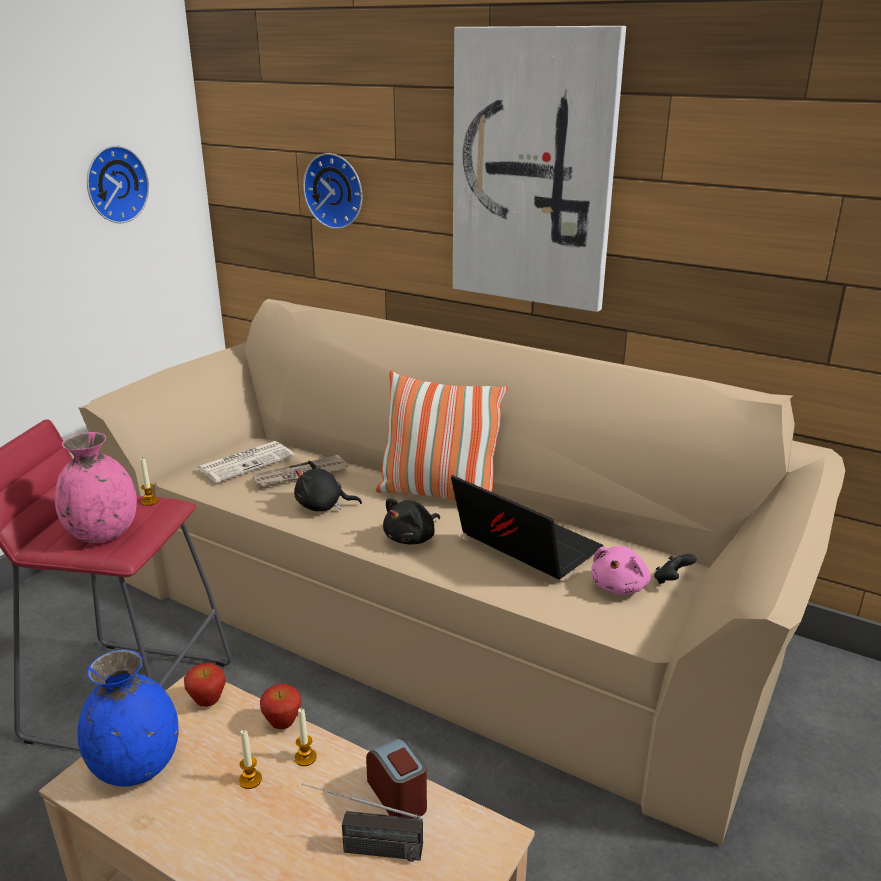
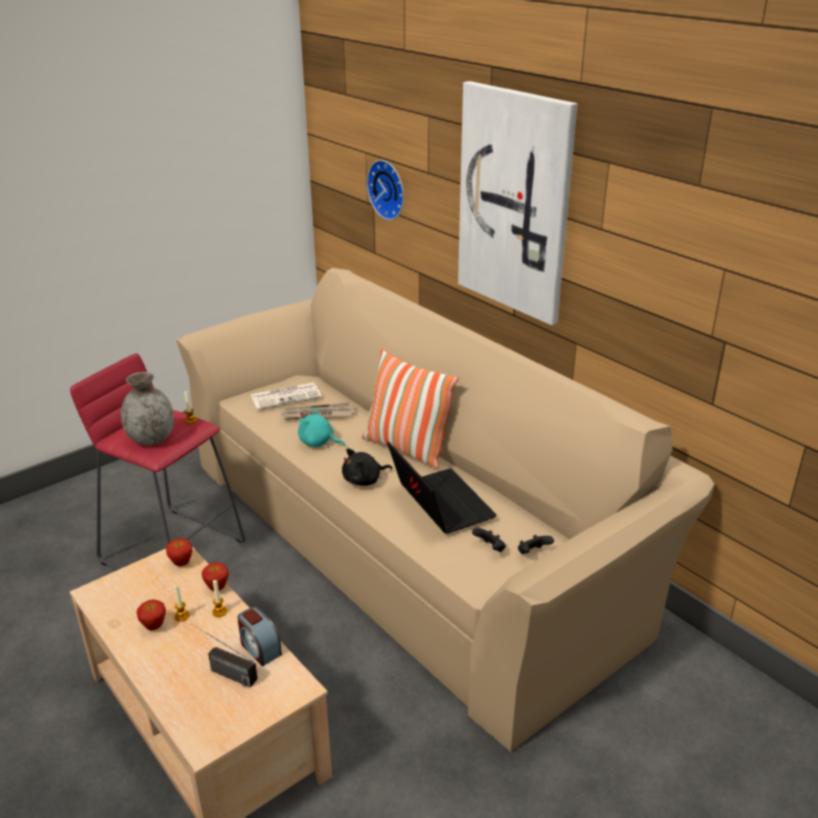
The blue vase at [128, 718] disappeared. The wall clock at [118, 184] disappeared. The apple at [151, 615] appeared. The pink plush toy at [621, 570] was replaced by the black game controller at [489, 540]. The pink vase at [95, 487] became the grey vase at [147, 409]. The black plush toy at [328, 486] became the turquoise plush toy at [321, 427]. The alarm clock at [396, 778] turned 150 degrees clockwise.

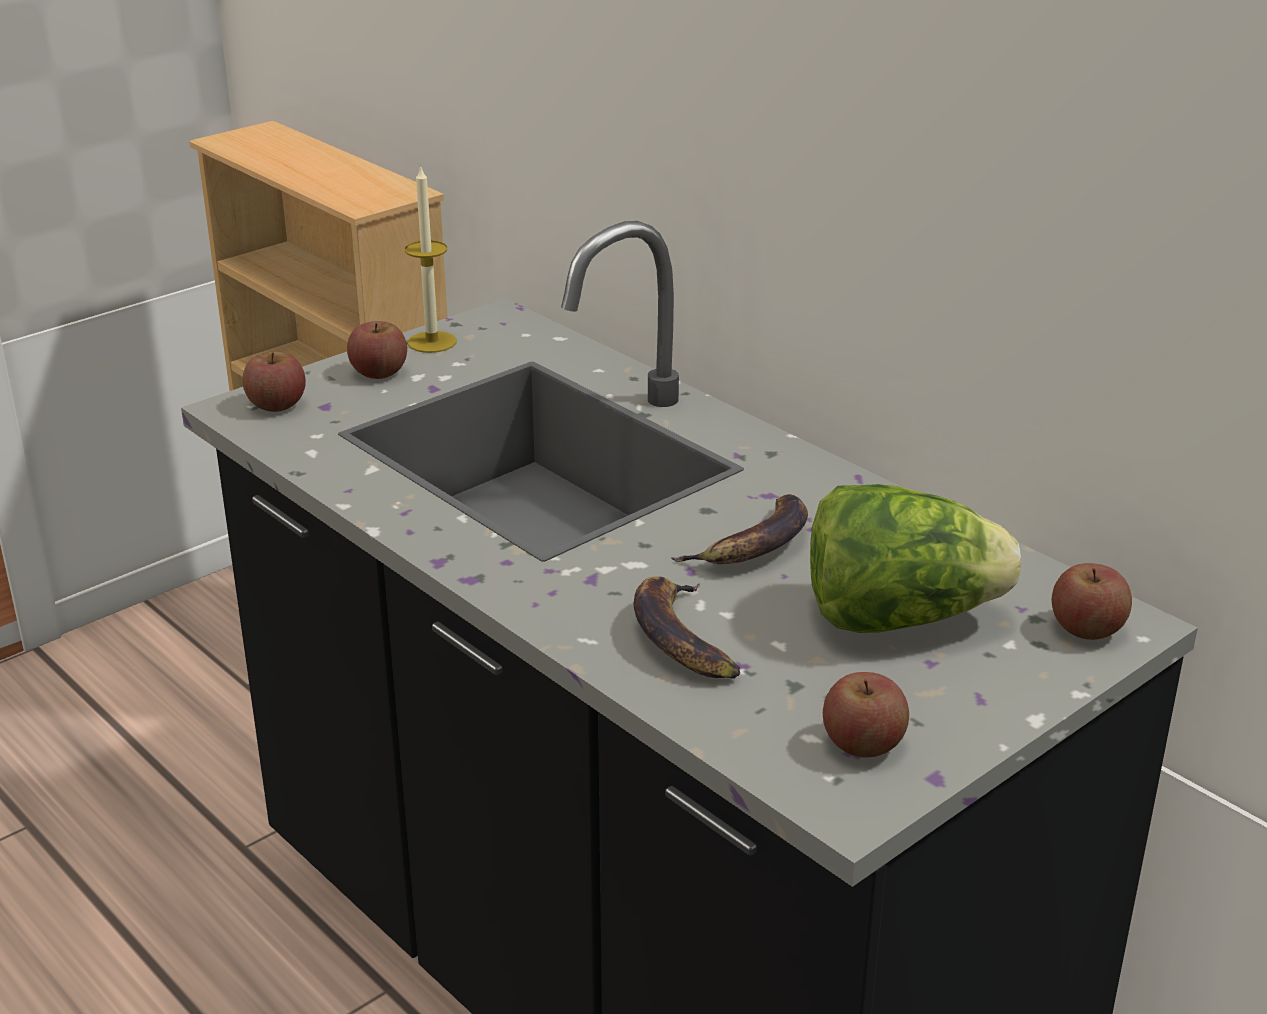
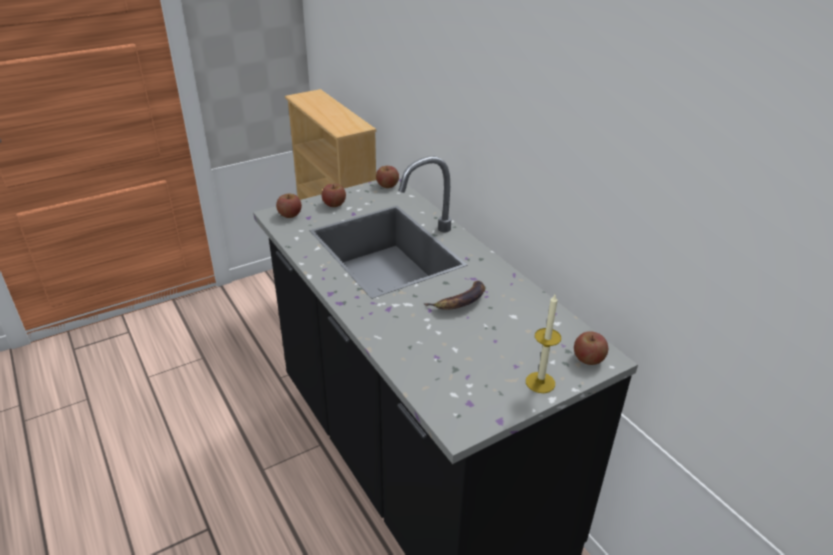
The banana at [687, 627] disappeared. The lettuce at [915, 558] disappeared. The candle moved from [431, 259] to [543, 344]. The apple moved from [866, 714] to [387, 177].

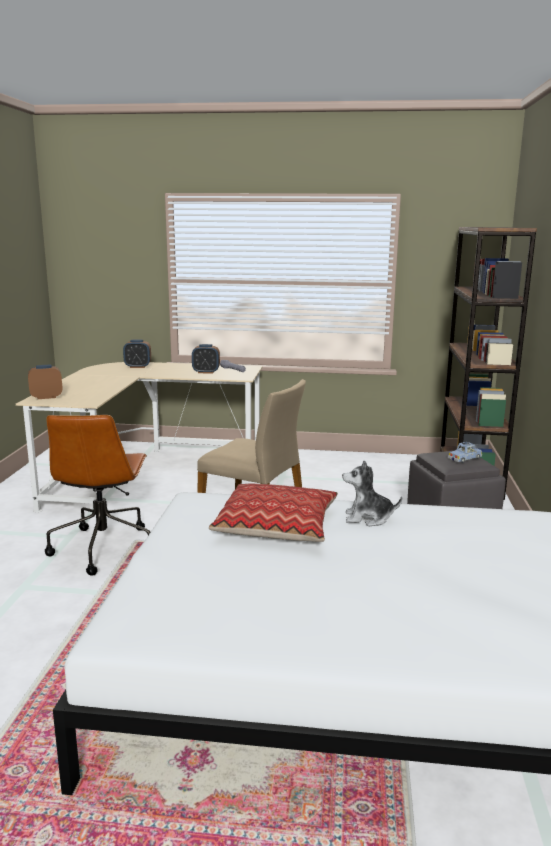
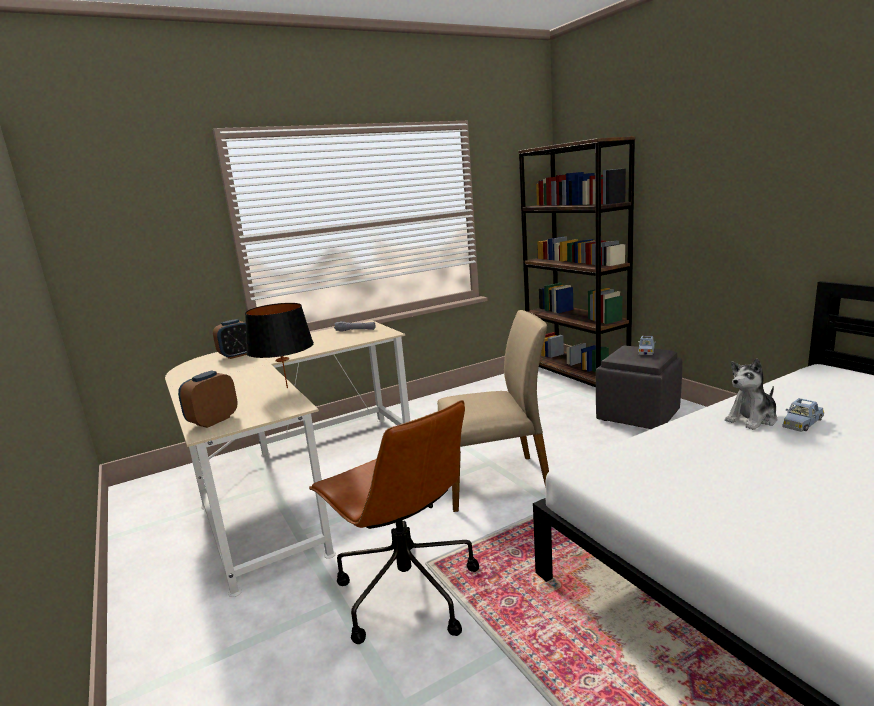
The alarm clock at [206, 359] disappeared. The pillow at [273, 513] disappeared. The black table lamp at [279, 345] appeared. The blue toy car at [803, 415] appeared.

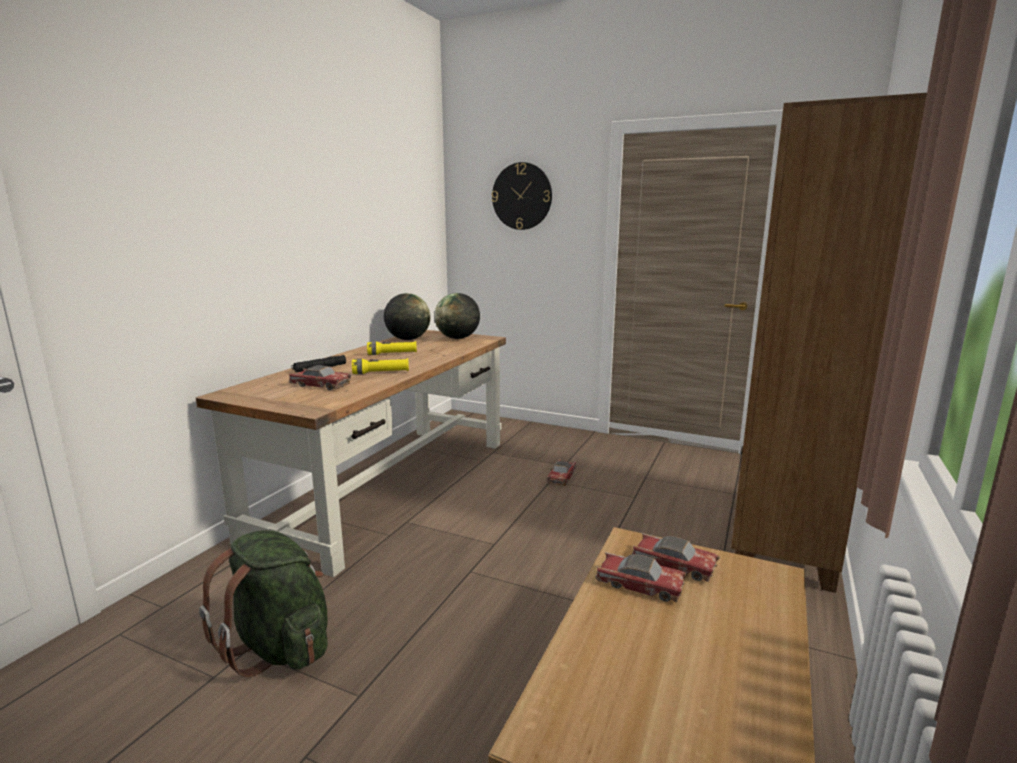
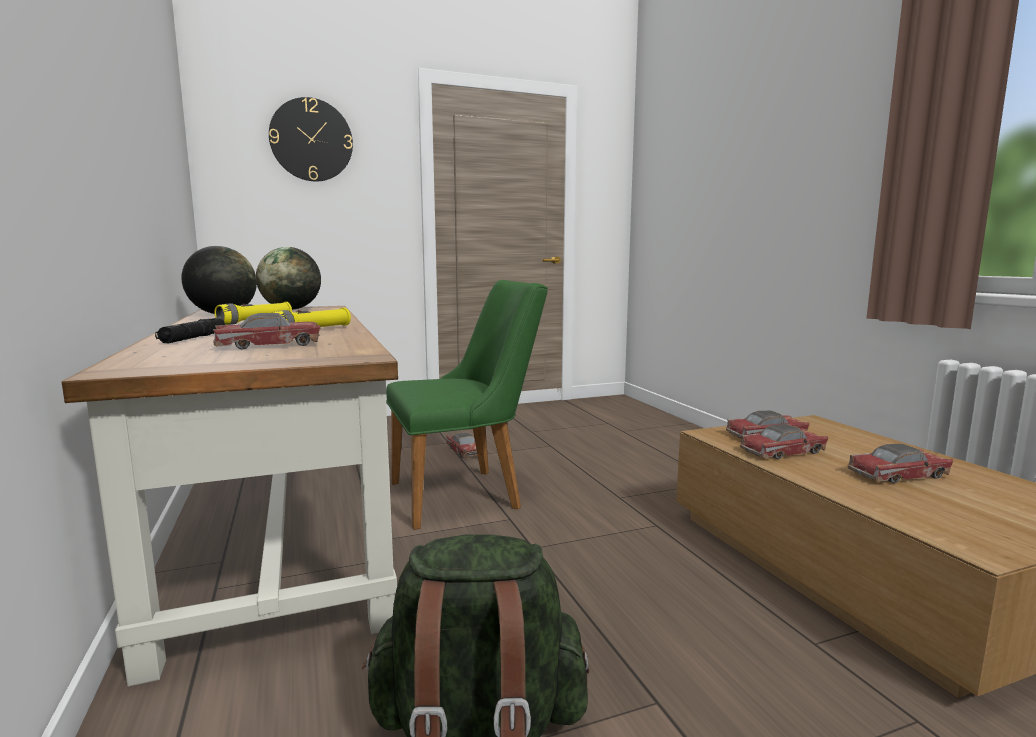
The brown bookcase at [829, 343] disappeared. The green chair at [467, 405] appeared. The toy car at [900, 463] appeared.

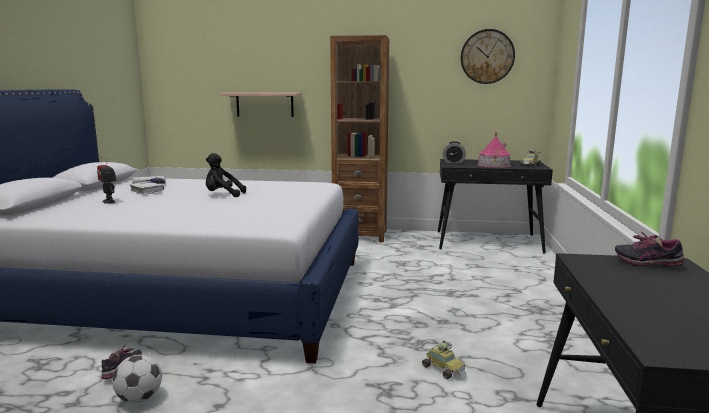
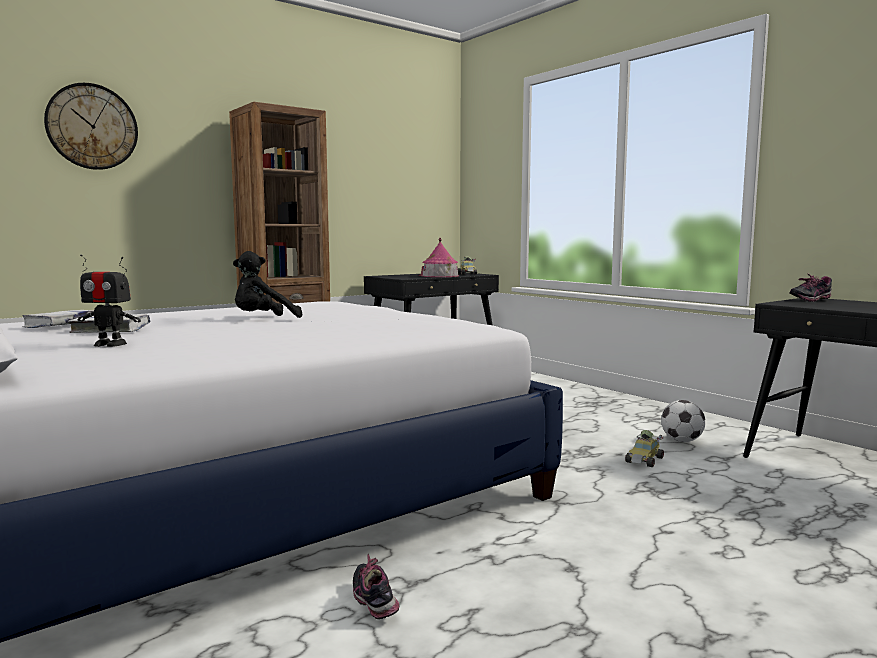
The shelf at [260, 105] disappeared. The alarm clock at [454, 152] disappeared. The football moved from [137, 379] to [683, 421]. The wall clock moved from [488, 56] to [91, 126]. The toy car at [444, 360] turned 120 degrees clockwise.

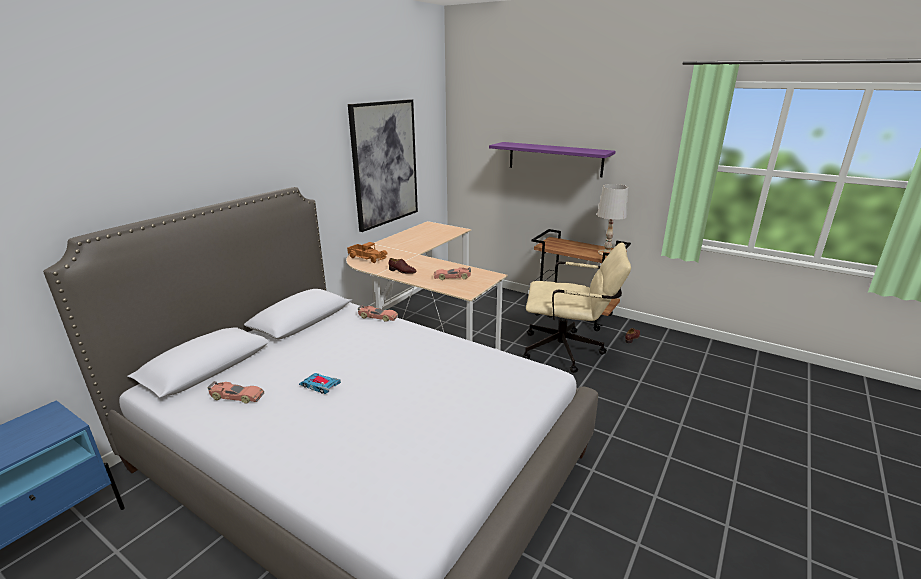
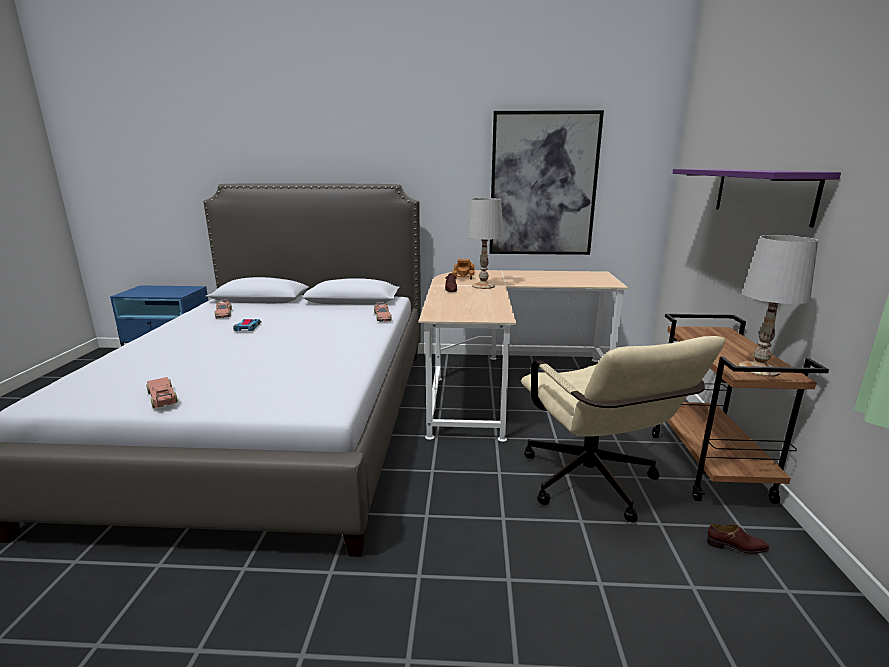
The white table lamp at [485, 243] appeared. The toy car moved from [452, 273] to [162, 392].

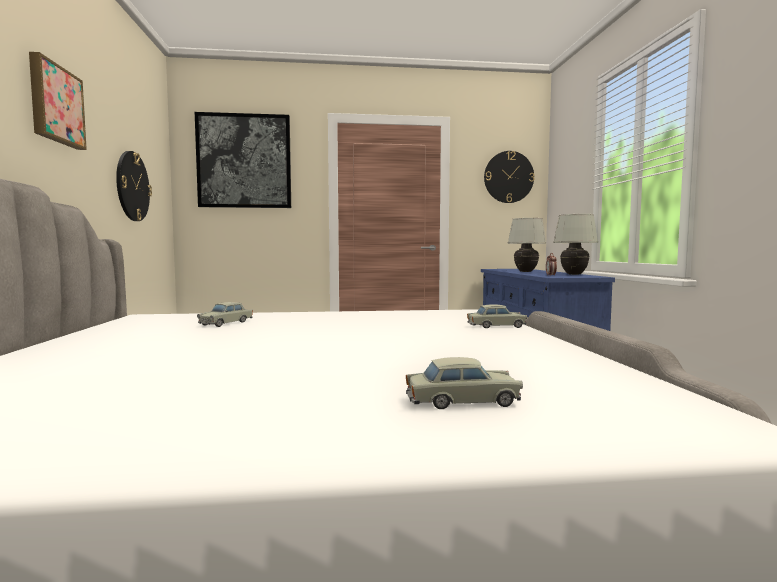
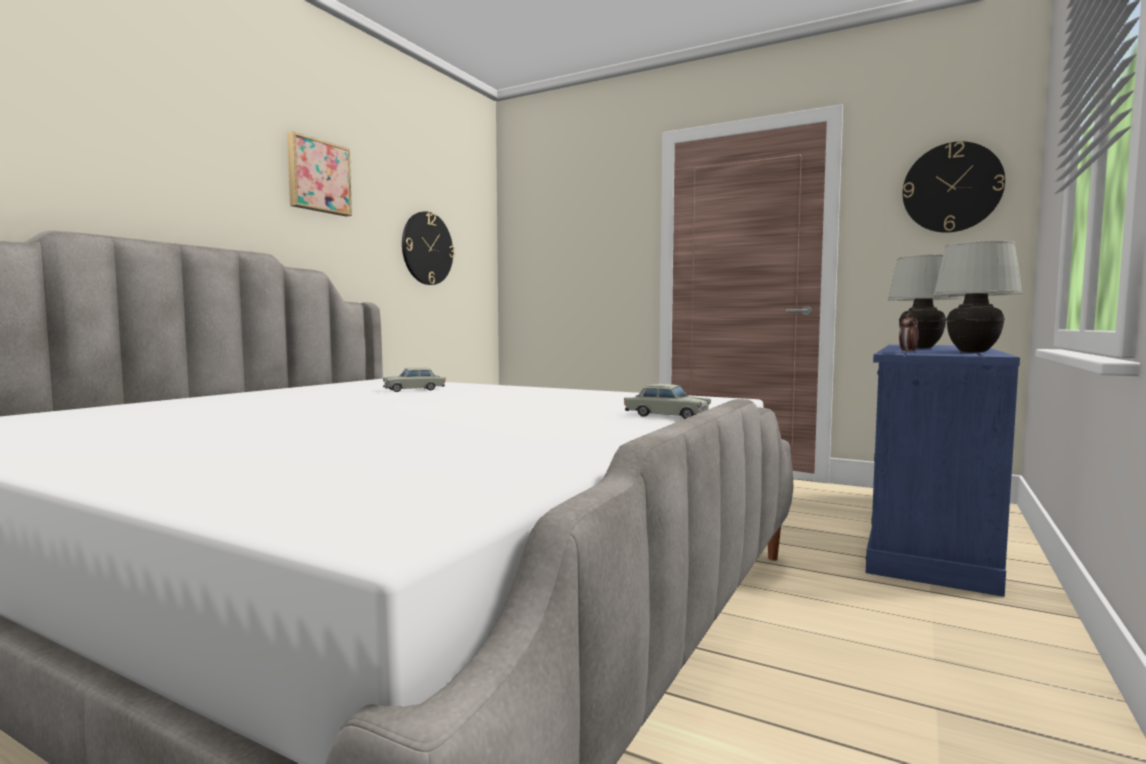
The picture at [243, 160] disappeared. The beige toy car at [464, 383] disappeared.

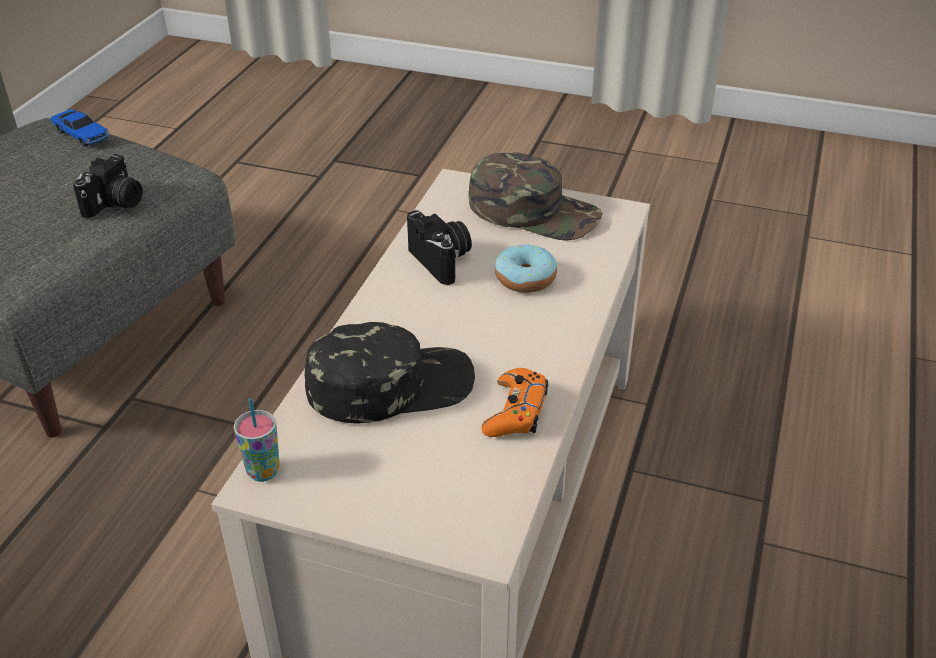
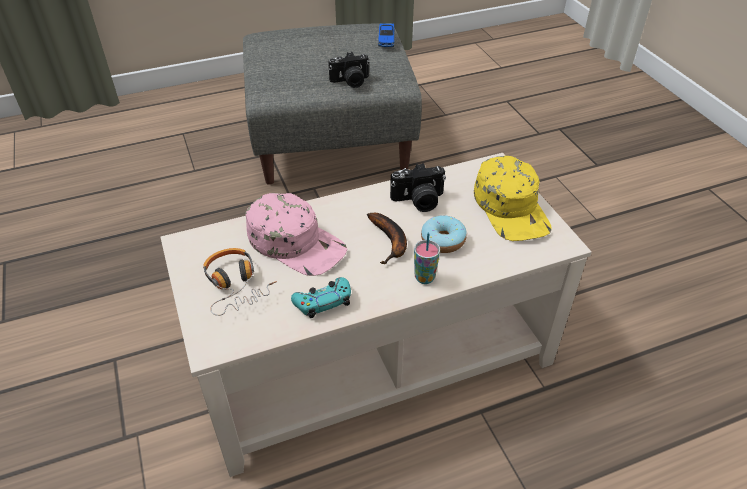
The headphones at [240, 282] appeared. The banana at [387, 238] appeared. The cup moved from [257, 440] to [427, 258]. The black cap at [390, 372] became the pink cap at [296, 234]. The green cap at [535, 196] became the yellow cap at [513, 198]. The orange game controller at [515, 402] became the turquoise game controller at [321, 297]. The photo camera at [439, 247] turned 60 degrees clockwise.

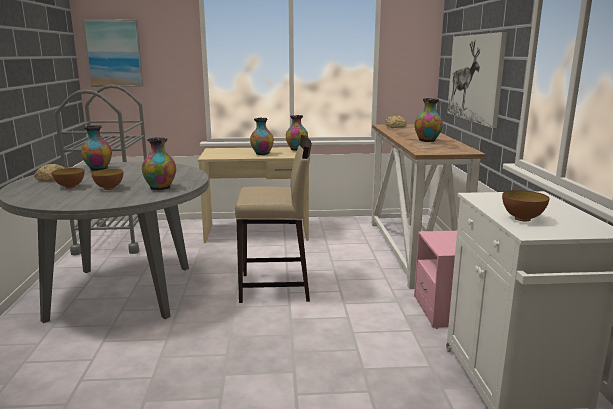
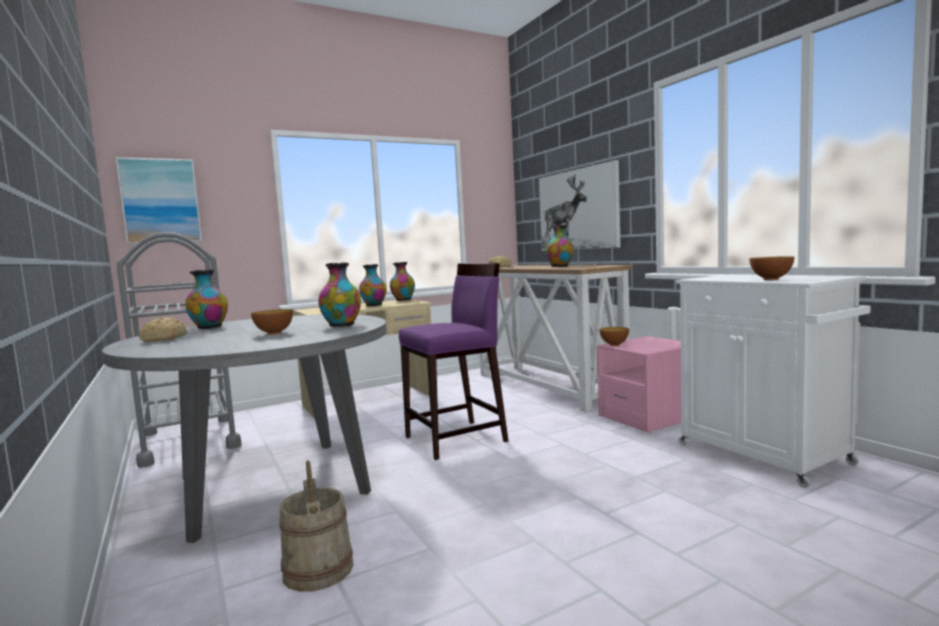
The beige bucket at [316, 526] appeared. The bowl moved from [68, 178] to [614, 336]. The beige stool at [273, 219] became the purple stool at [454, 361].

